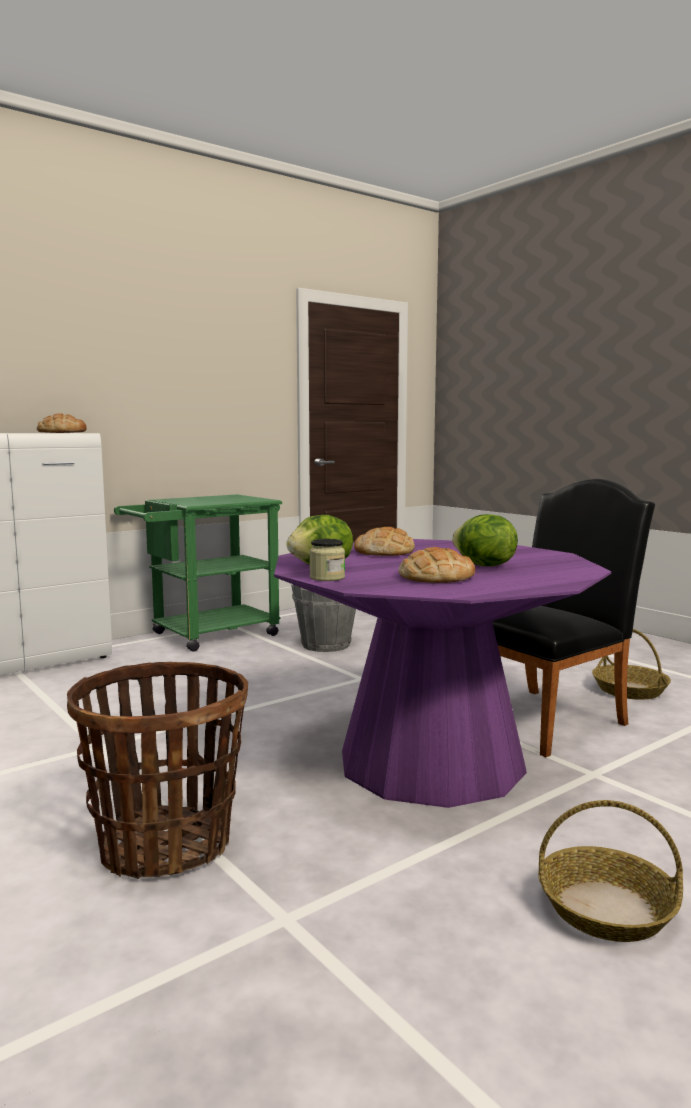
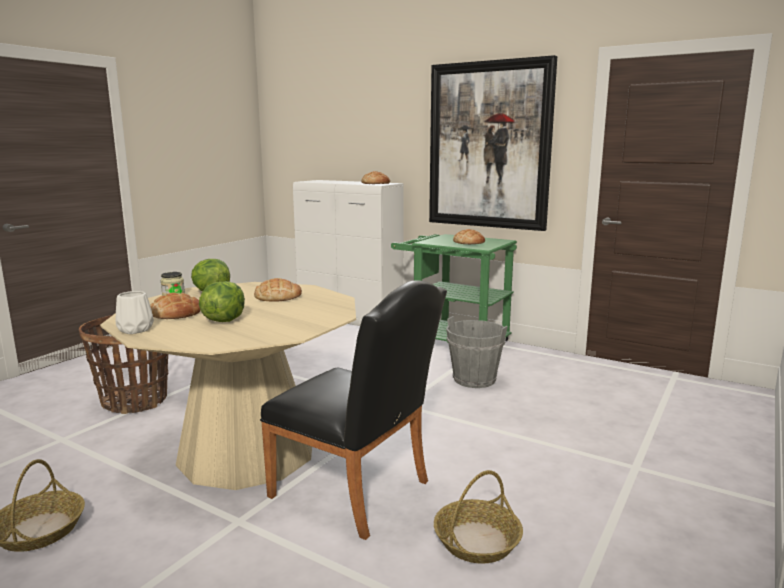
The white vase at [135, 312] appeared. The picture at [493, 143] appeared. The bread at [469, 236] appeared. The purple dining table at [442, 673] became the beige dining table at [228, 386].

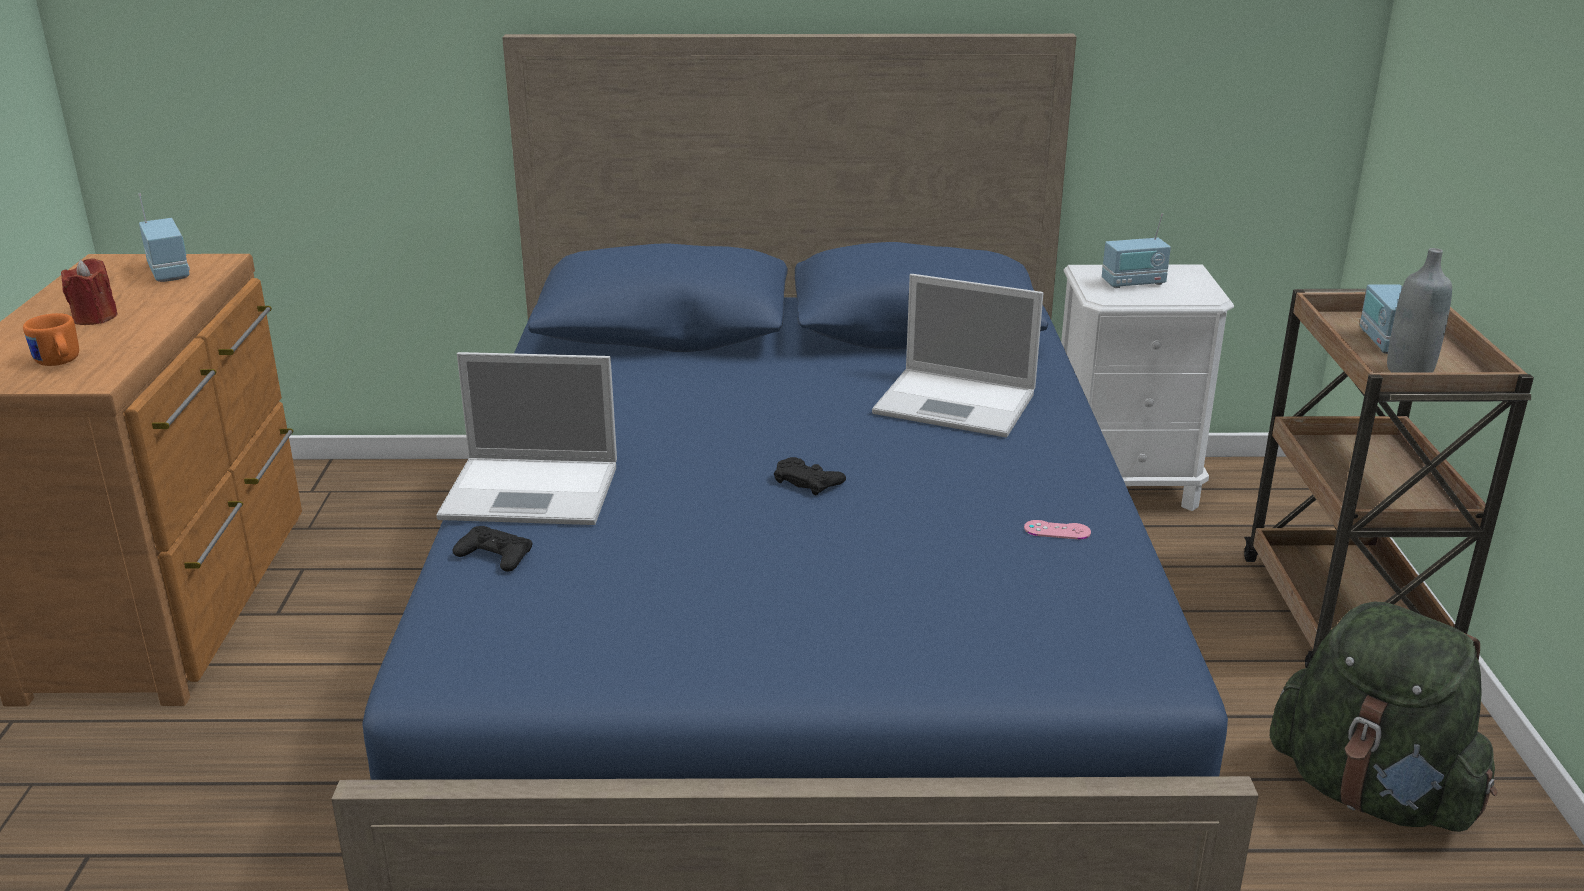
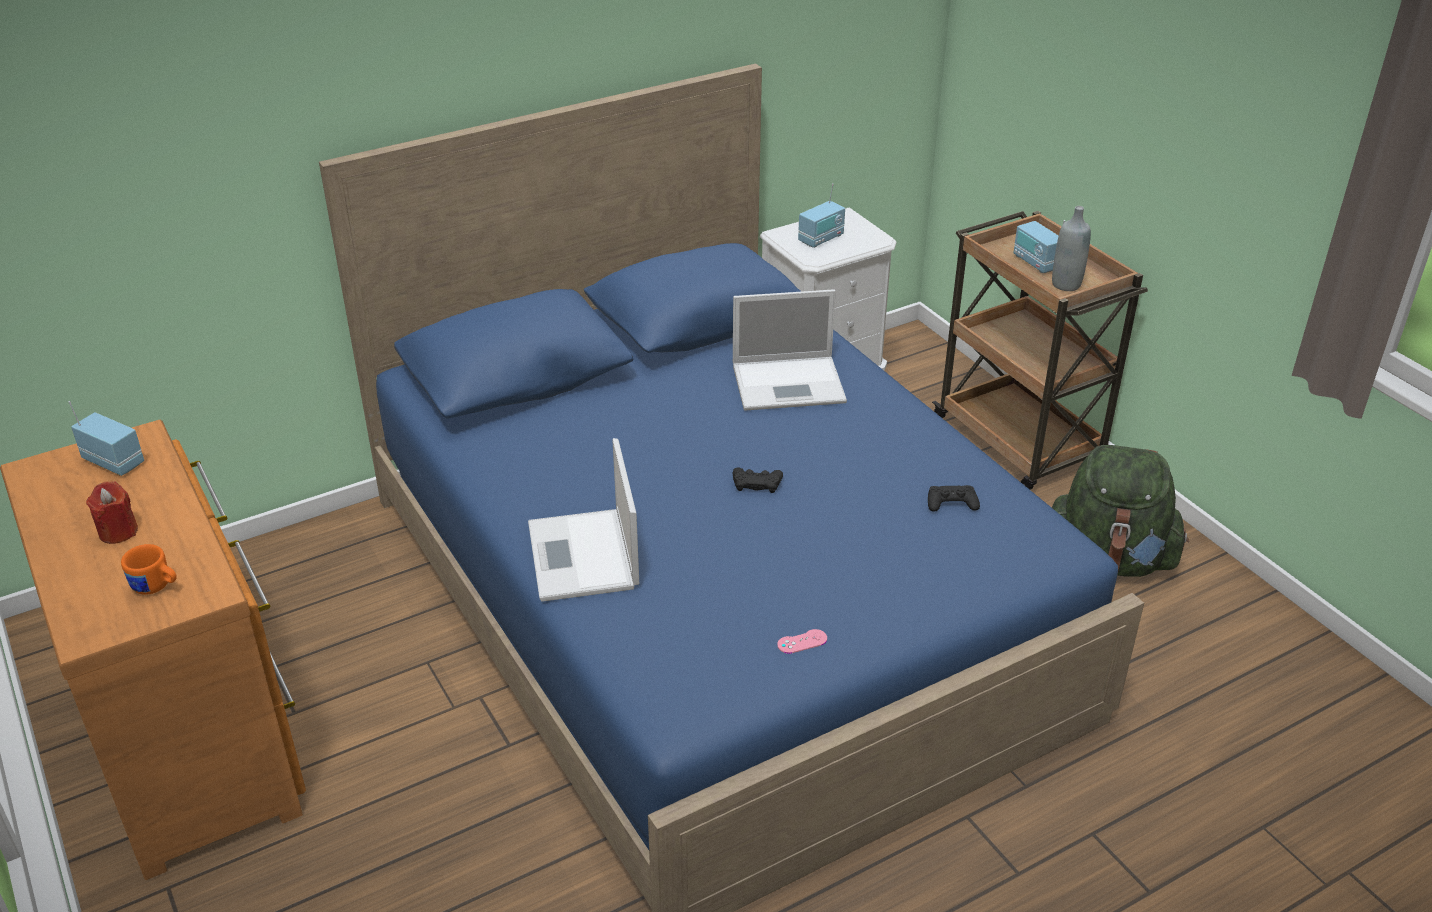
The black game controller moved from [492, 549] to [954, 498]. The pink game controller moved from [1057, 529] to [802, 641]. The laptop at [526, 438] turned 105 degrees clockwise.

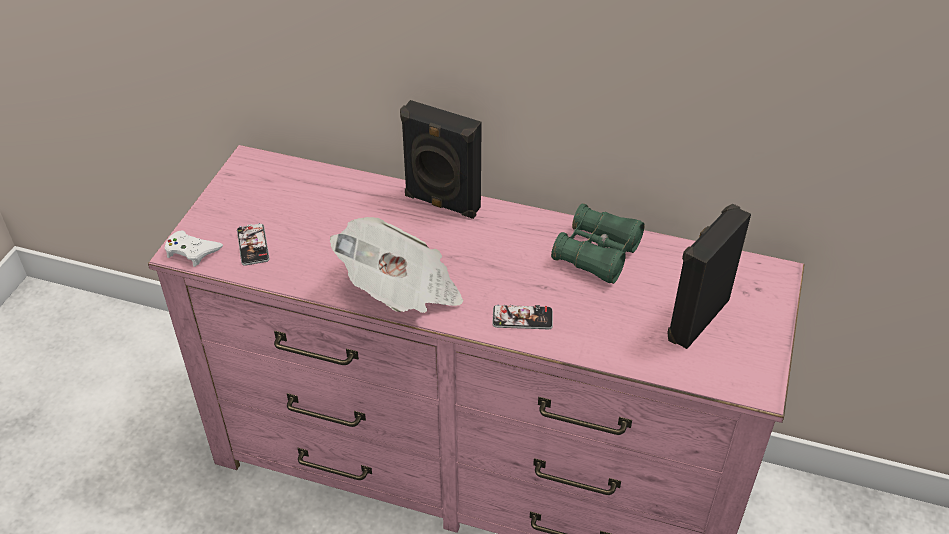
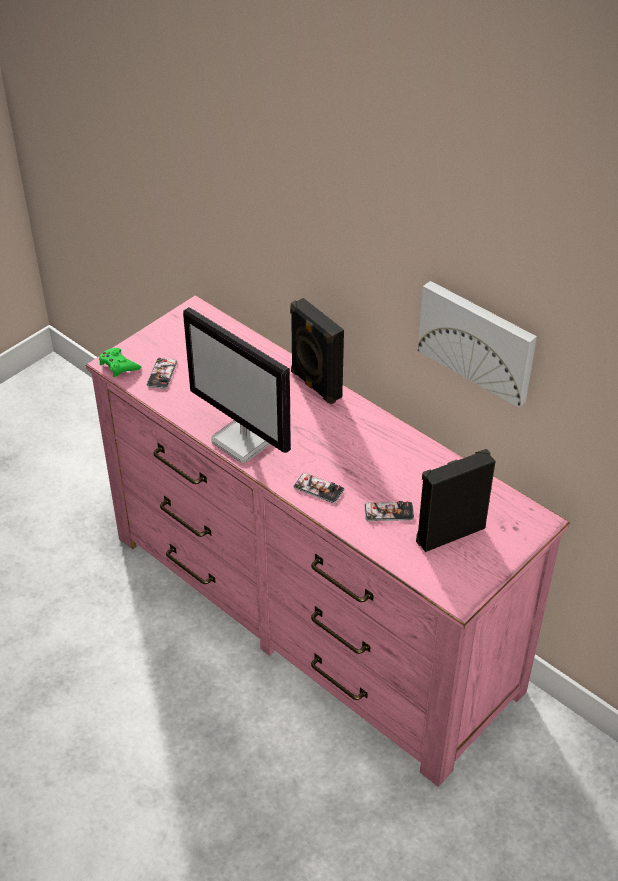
The green binoculars at [598, 243] disappeared. The phone at [389, 511] appeared. The picture at [477, 344] appeared. The newspaper at [397, 265] was replaced by the monitor at [237, 384]. The white game controller at [194, 249] became the green game controller at [120, 362].

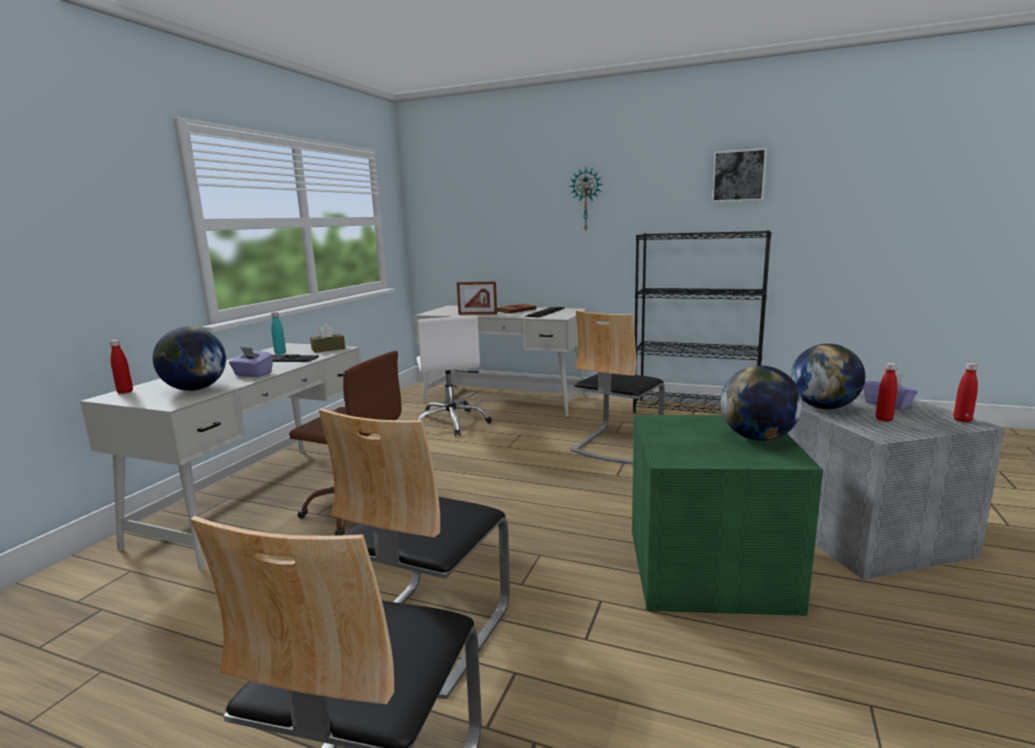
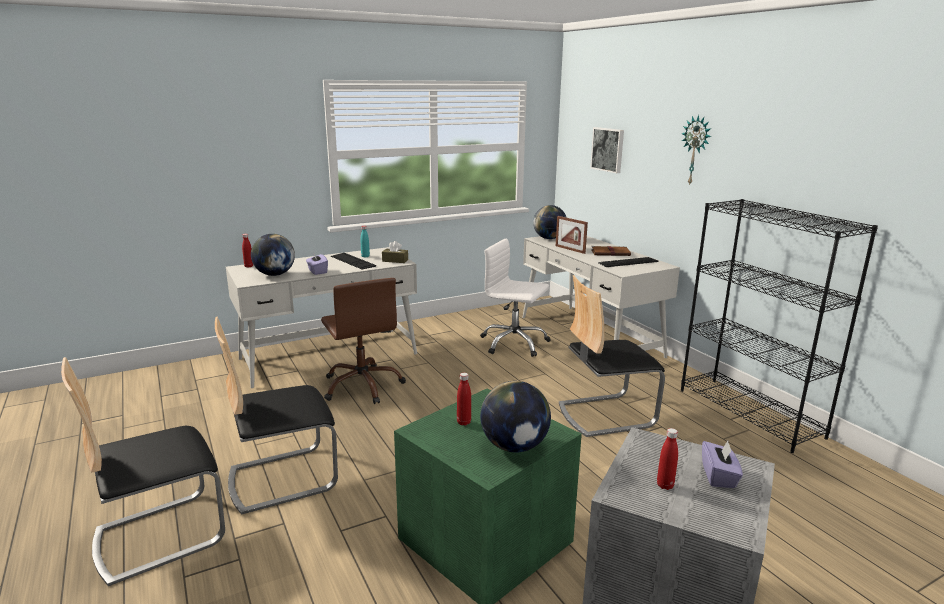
The picture moved from [739, 175] to [607, 150]. The globe moved from [828, 376] to [550, 222]. The red bottle moved from [966, 393] to [464, 399]. The white office chair at [454, 376] turned 90 degrees clockwise.

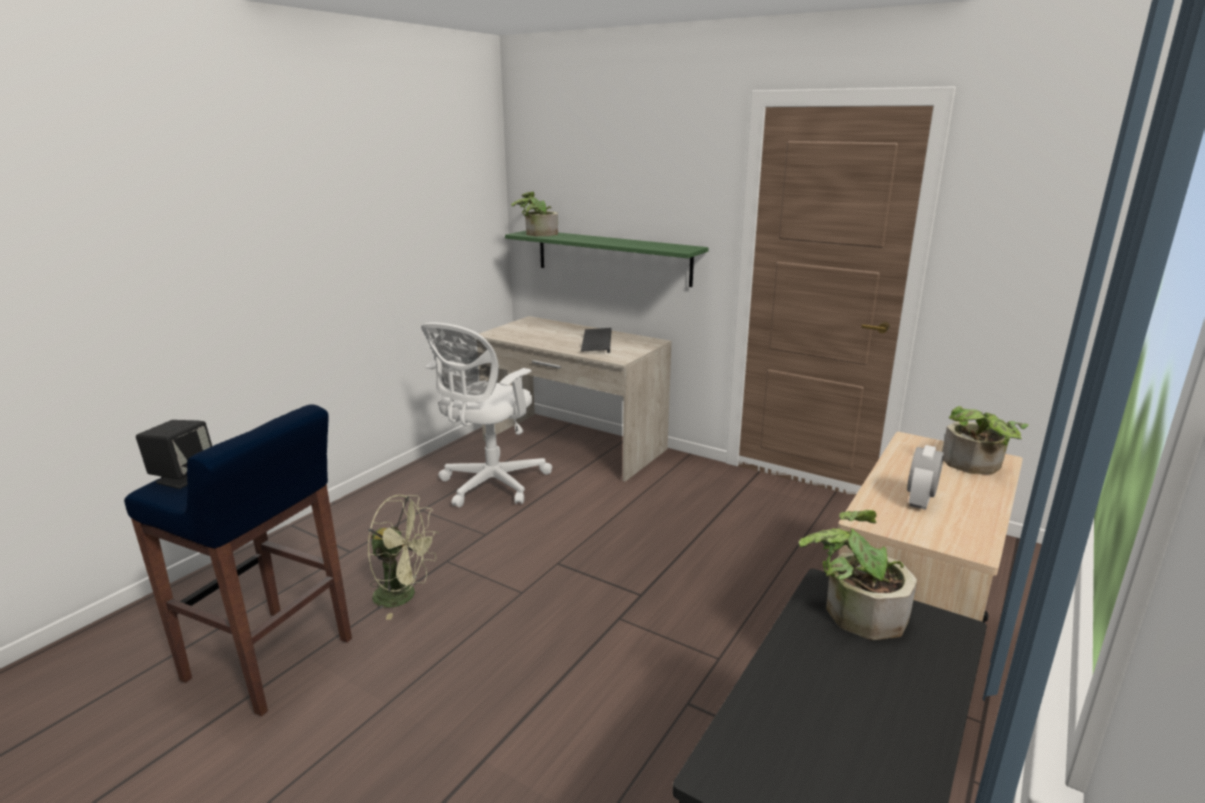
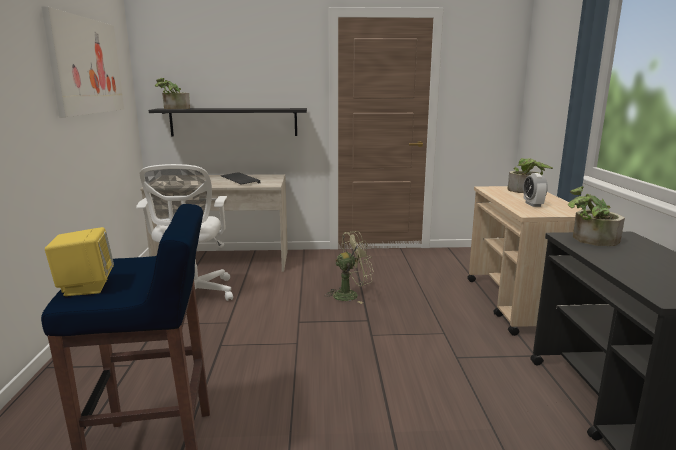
The picture at [82, 62] appeared. The green fan moved from [403, 557] to [349, 267]. The black speaker at [174, 454] became the yellow speaker at [79, 261]. The green shelf at [607, 259] became the black shelf at [228, 122].

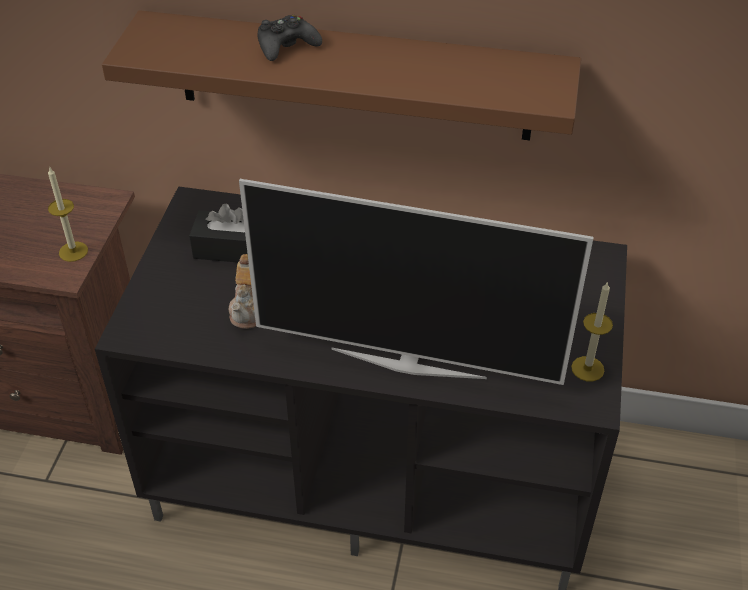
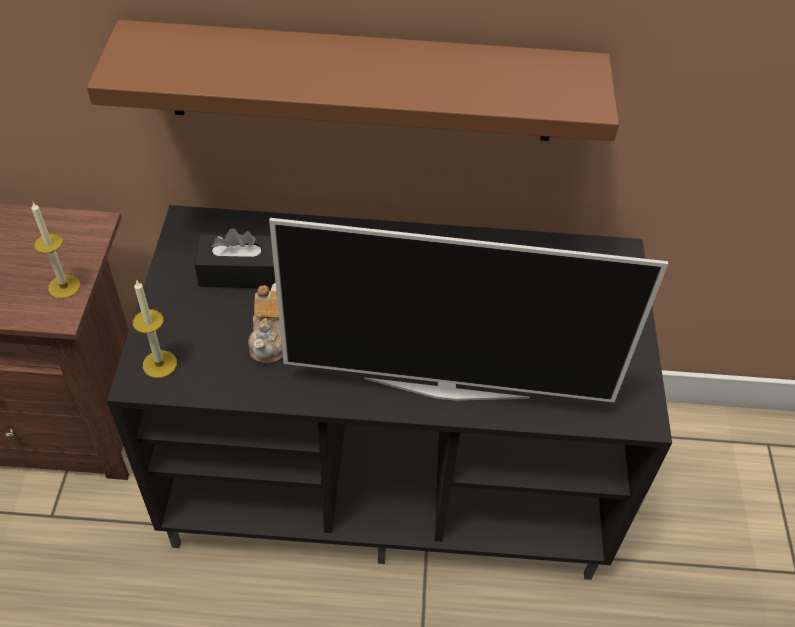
The black game controller at [290, 37] disappeared. The candle moved from [592, 331] to [154, 328].

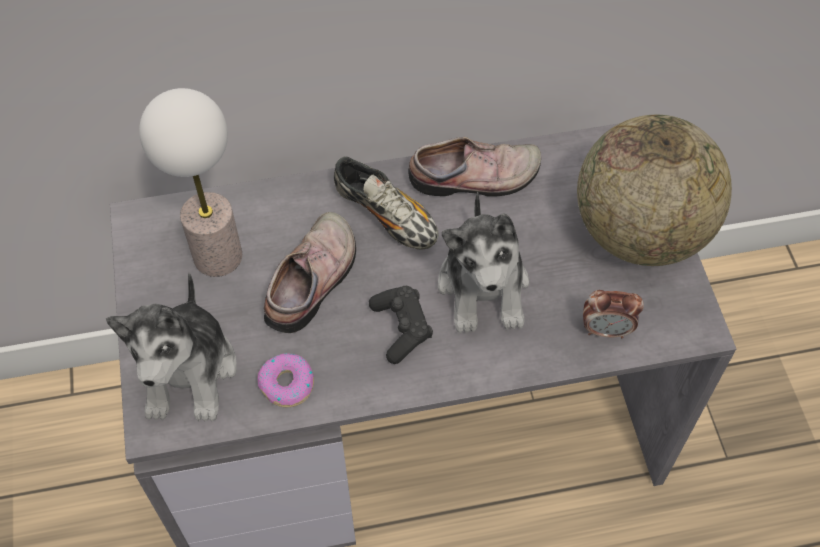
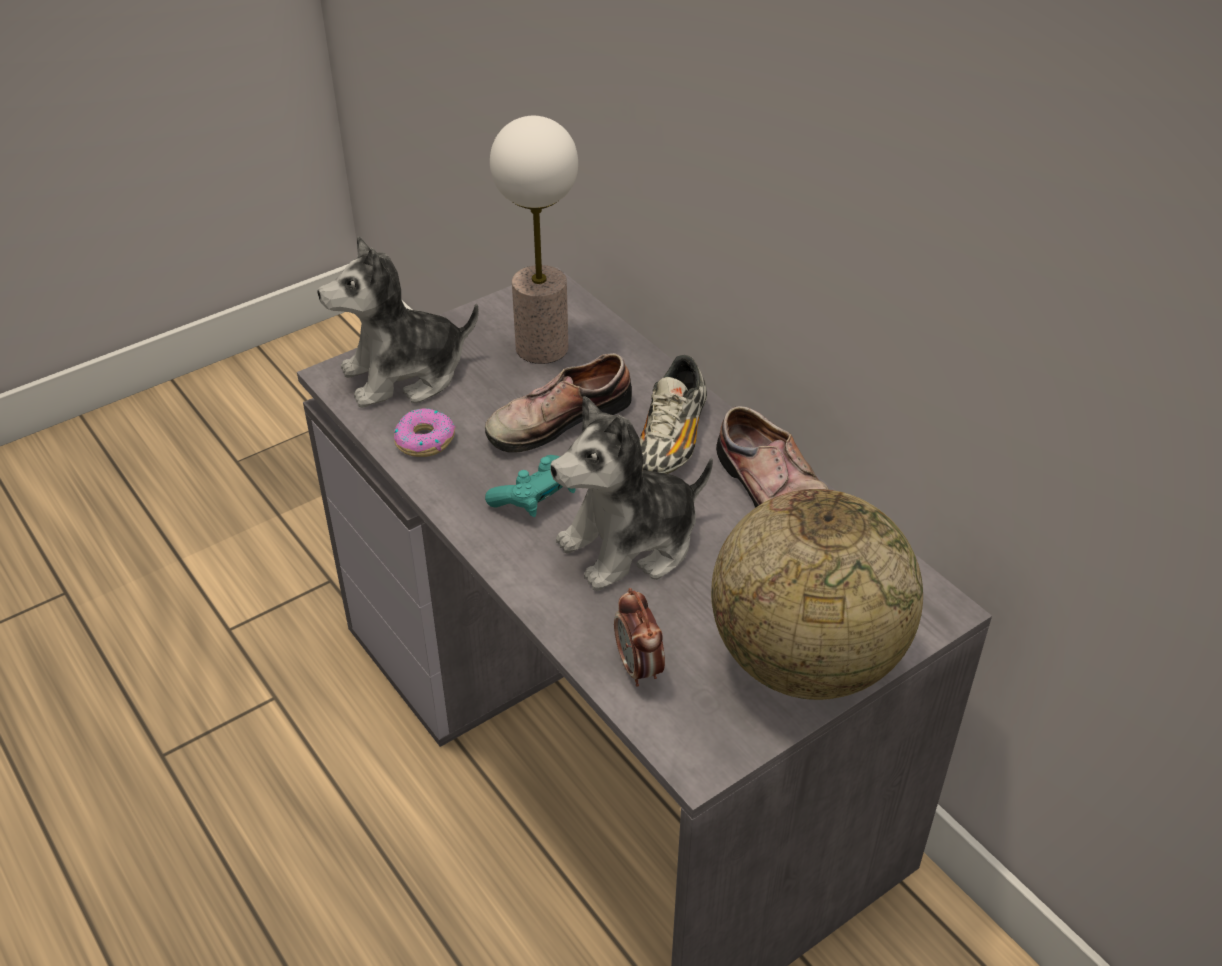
The black game controller at [401, 325] became the turquoise game controller at [530, 486]. The shoe at [310, 272] turned 150 degrees clockwise.

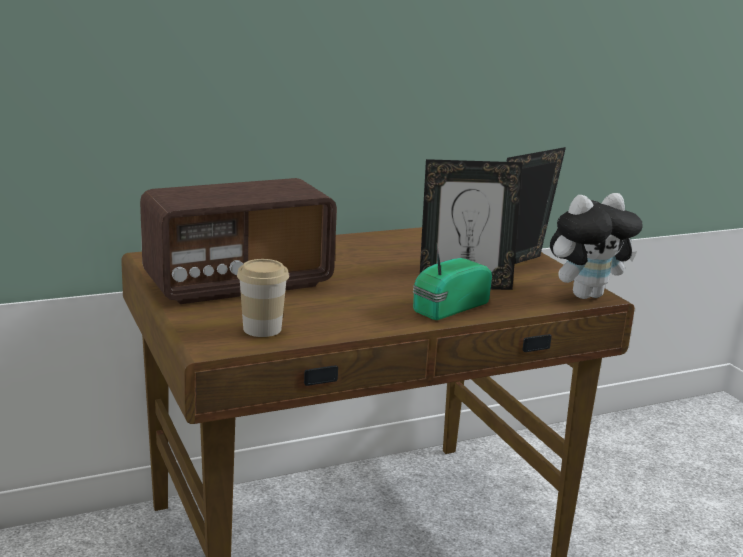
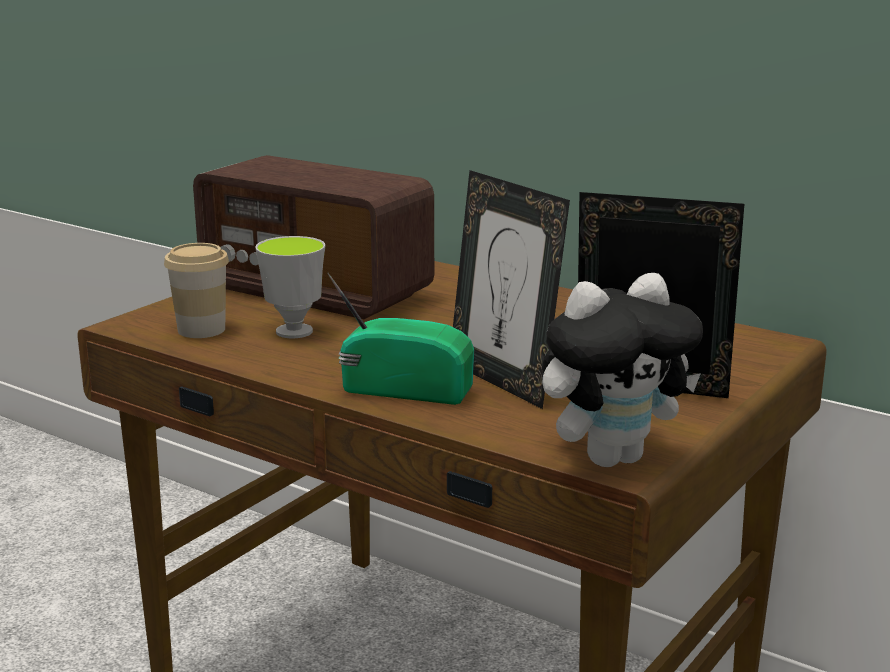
The cup at [290, 287] appeared. The plush toy at [596, 246] turned 60 degrees counterclockwise.

